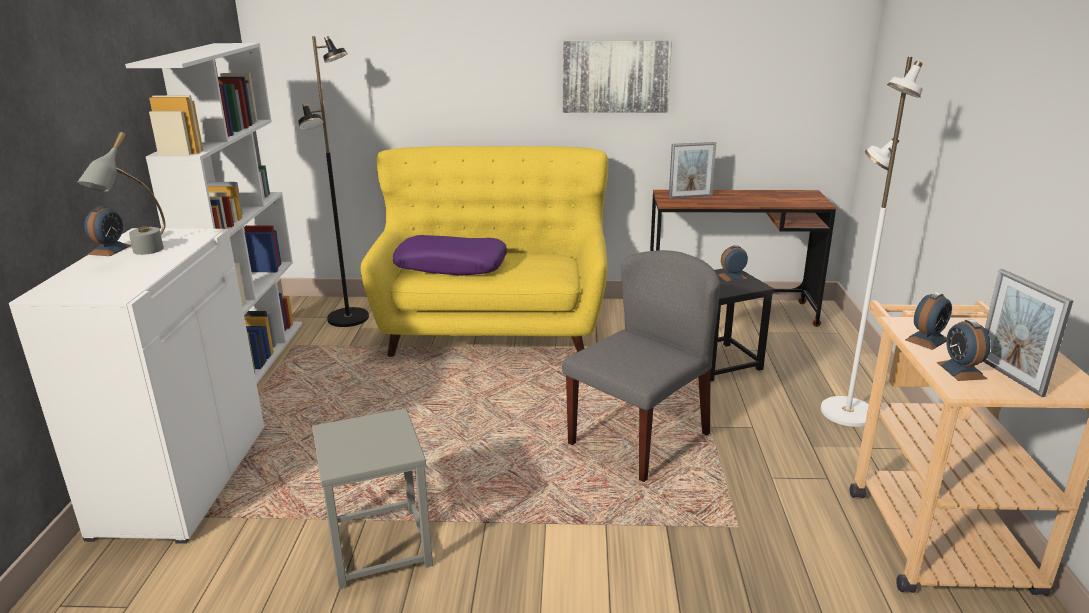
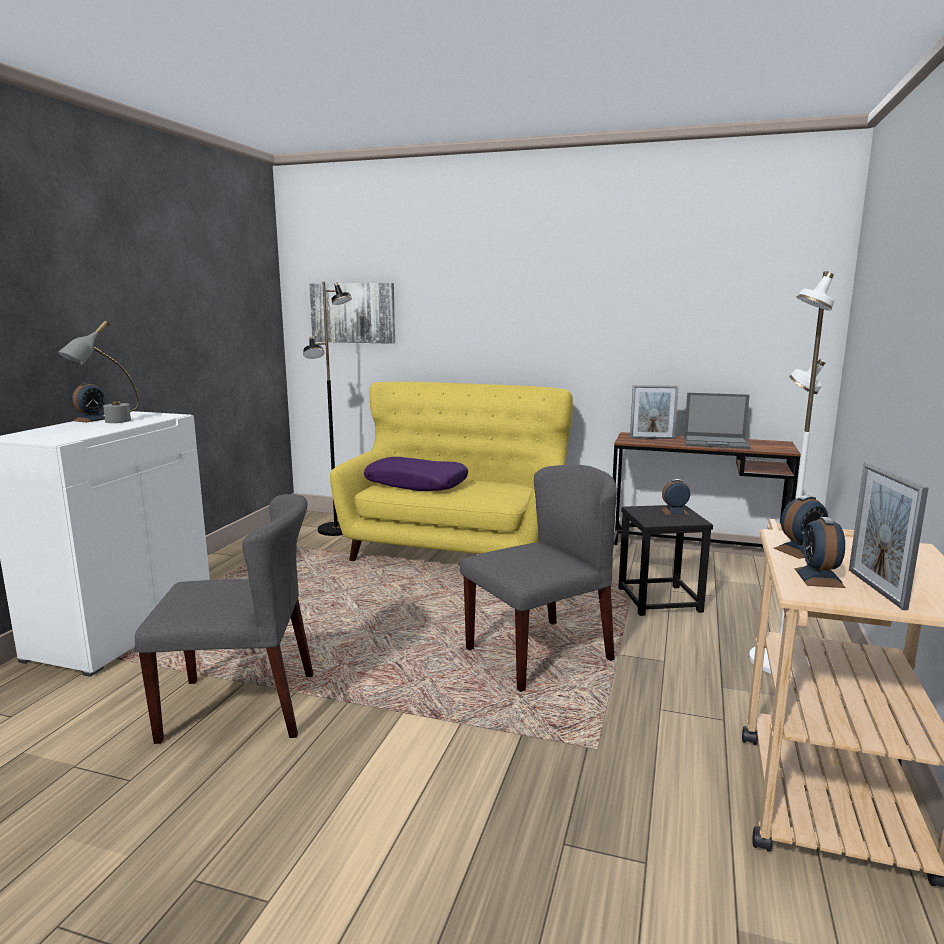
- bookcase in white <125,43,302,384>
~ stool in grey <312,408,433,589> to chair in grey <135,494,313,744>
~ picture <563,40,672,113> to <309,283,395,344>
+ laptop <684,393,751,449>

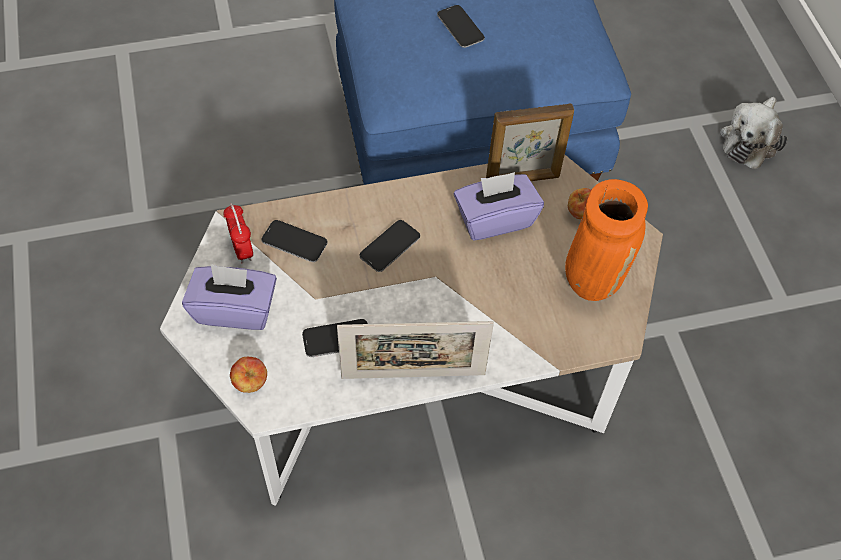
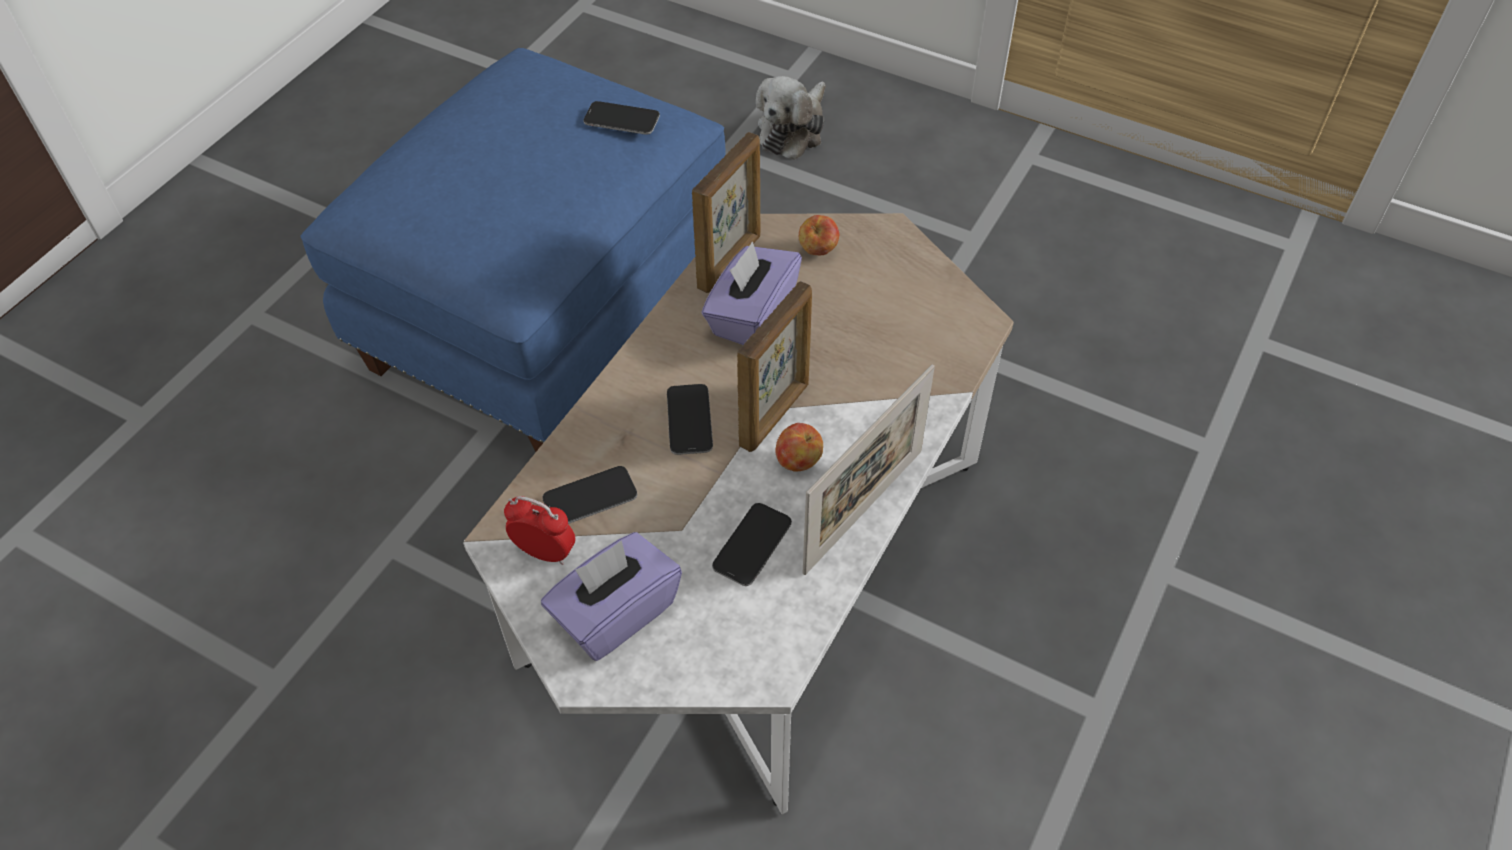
~ apple <230,357,267,393> to <775,423,823,472>
~ phone <437,5,485,48> to <583,101,660,135>
- vase in orange <565,179,648,301>
~ plush toy <720,97,788,169> = <756,76,826,160> 45 degrees clockwise
+ picture frame <737,281,812,452>

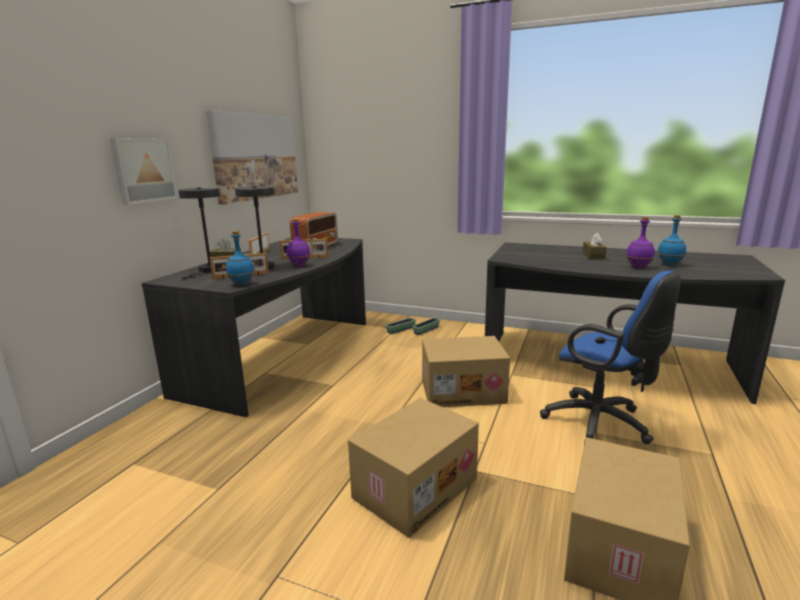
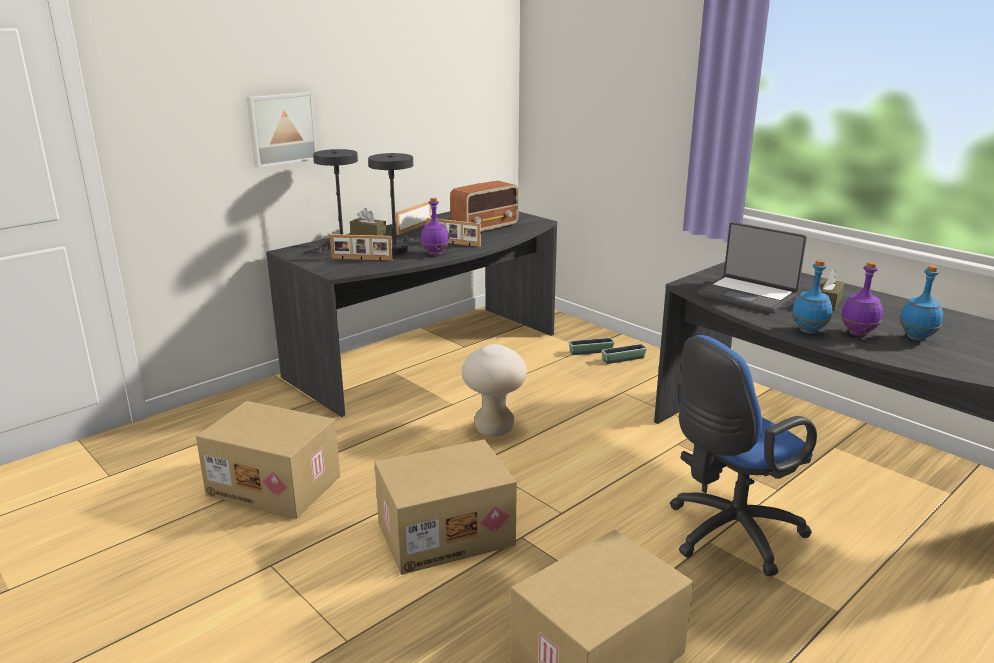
- picture <206,110,298,205>
~ bottle in blue <226,231,255,285> to <792,260,832,334>
~ cardboard box <422,336,510,407> to <196,401,340,519>
~ office chair in blue <540,271,681,445> = <670,335,817,576> 75 degrees clockwise
+ stool in beige <462,344,527,437>
+ laptop <698,222,807,313>

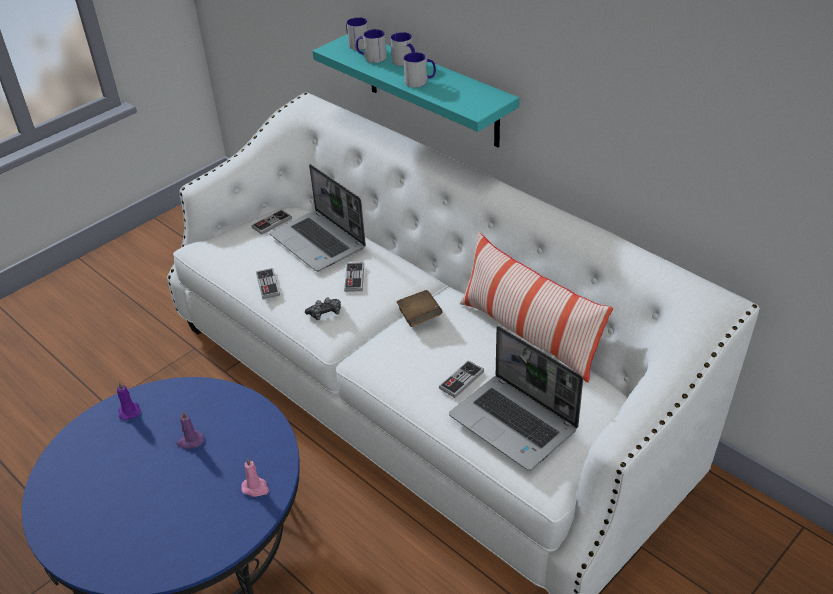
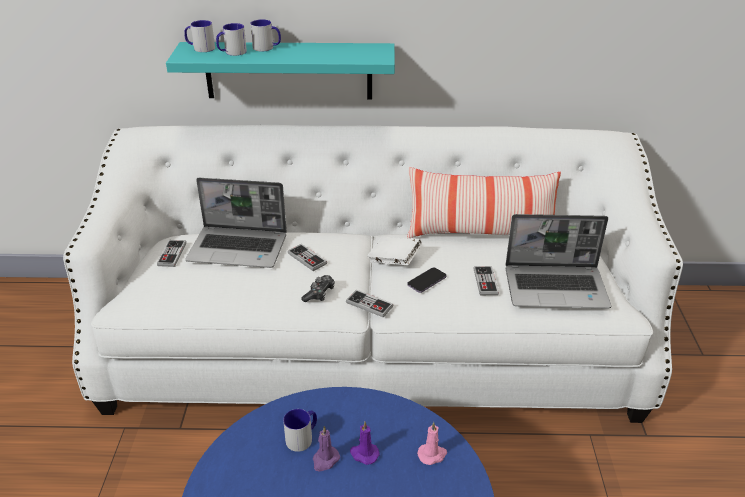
~ candle in purple <117,382,141,420> to <350,421,380,465>
~ game controller <256,268,280,299> to <346,290,393,317>
~ book in brown <397,290,442,327> to book in white <367,237,422,265>
~ mug <403,52,436,88> to <283,409,317,452>
+ phone <407,267,447,293>

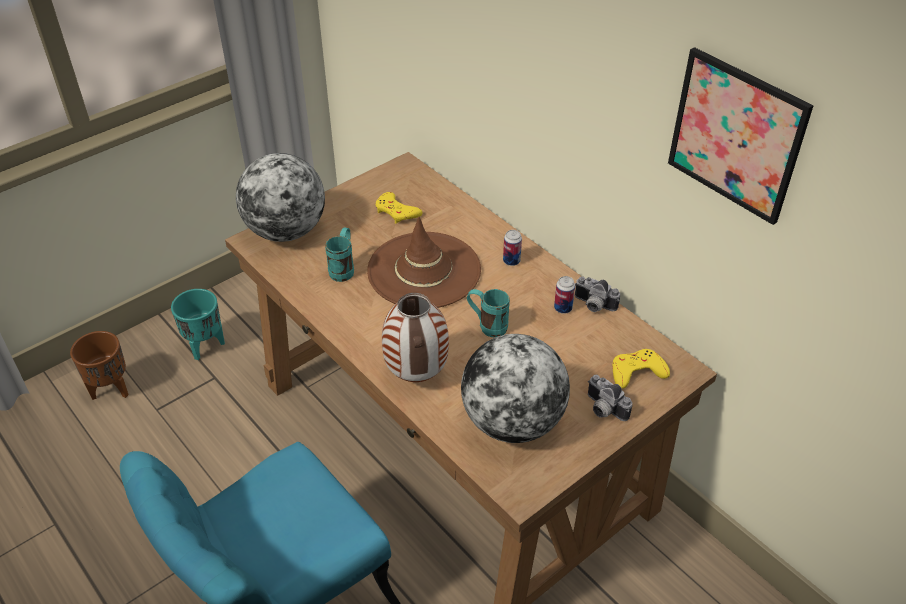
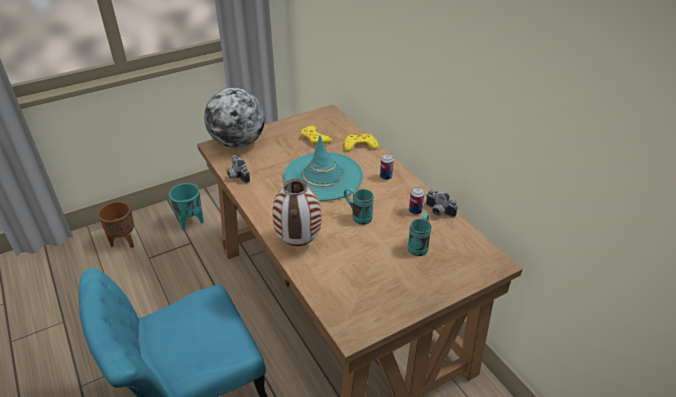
~ mug in turquoise <325,228,354,282> to <408,212,431,256>
~ hat in brown <367,217,481,308> to hat in turquoise <283,135,363,201>
- globe <461,334,570,443>
~ photo camera <588,375,632,421> to <227,155,250,183>
~ game controller in yellow <613,349,670,389> to <344,134,378,152>
- picture <668,47,814,225>

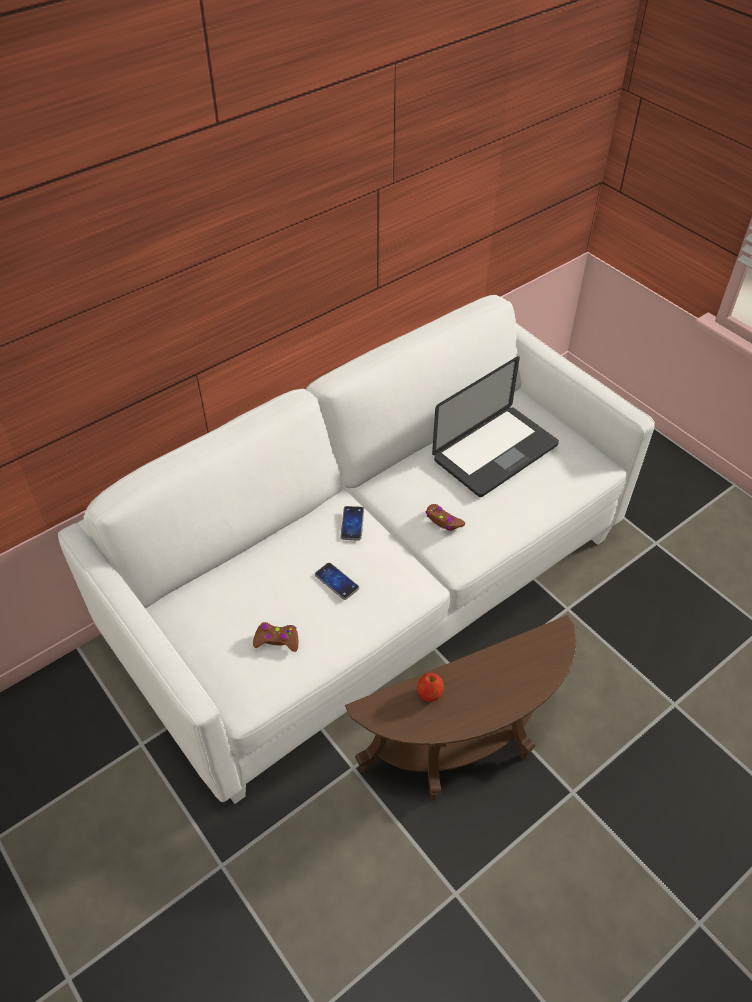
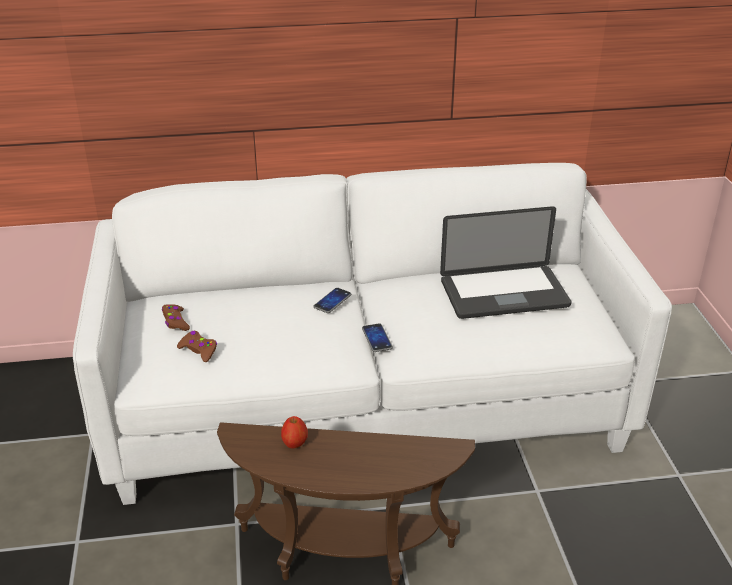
~ phone <315,563,359,600> to <362,323,393,352>
~ game controller in brown <426,504,465,531> to <162,304,190,331>

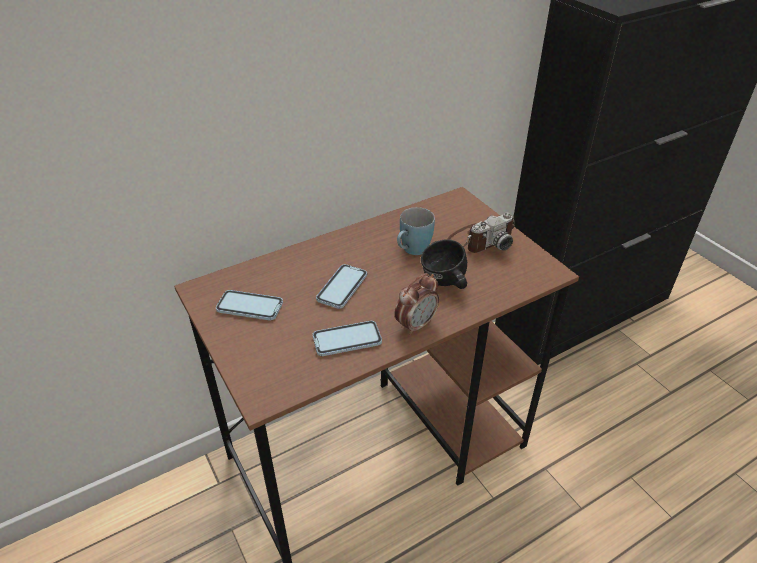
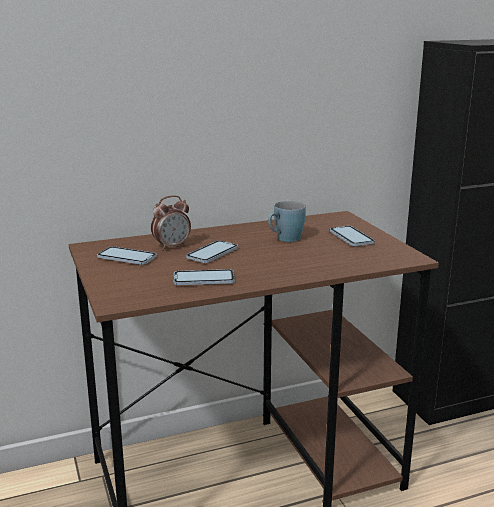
~ alarm clock <394,273,439,336> to <151,195,191,251>
- mug in black <421,239,467,289>
~ photo camera <448,213,515,253> to phone <330,226,375,246>

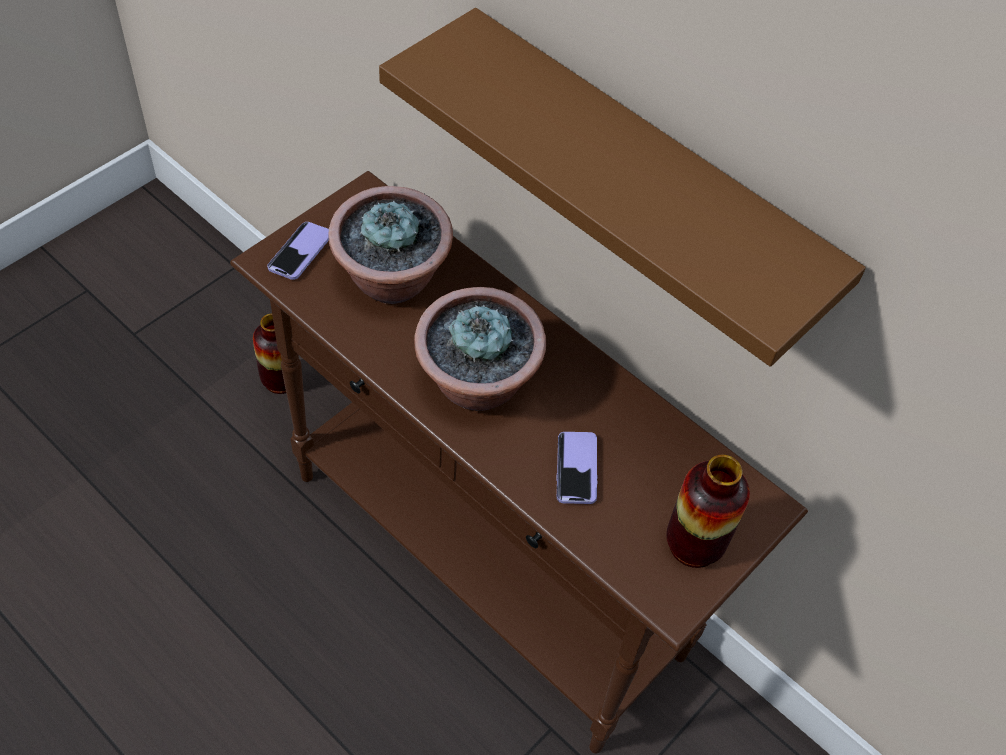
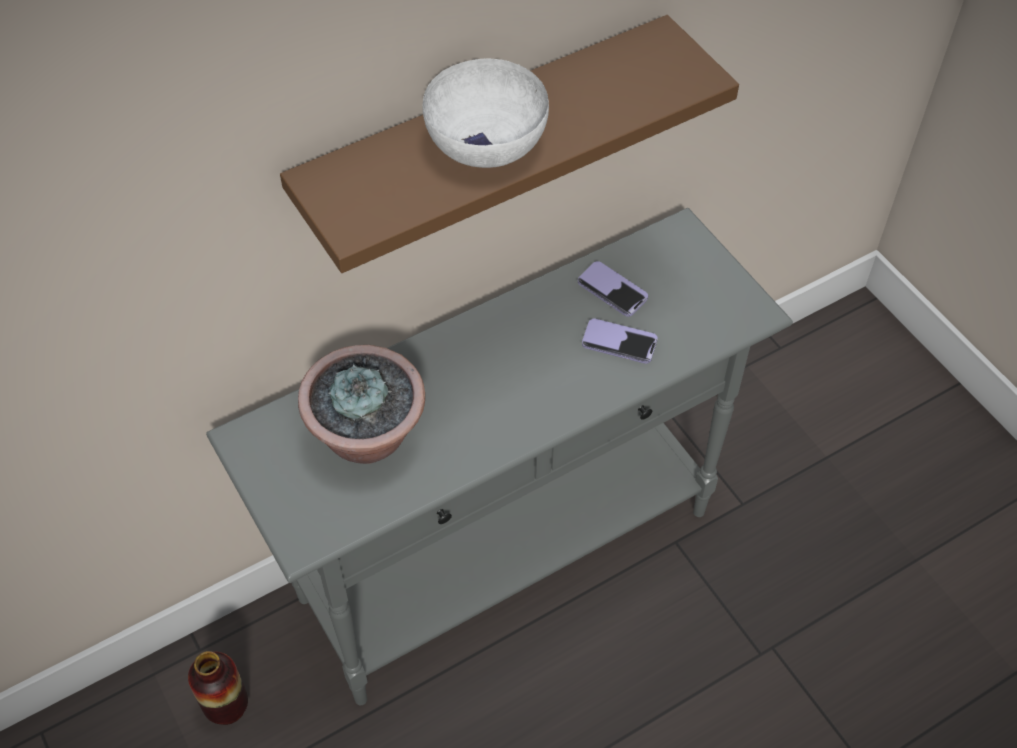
~ console table in brown <230,171,808,753> to console table in grey <206,208,793,705>
~ phone <267,222,329,280> to <578,261,648,317>
- potted plant <414,287,547,411>
- vase <666,455,750,568>
+ bowl in white <422,58,549,168>

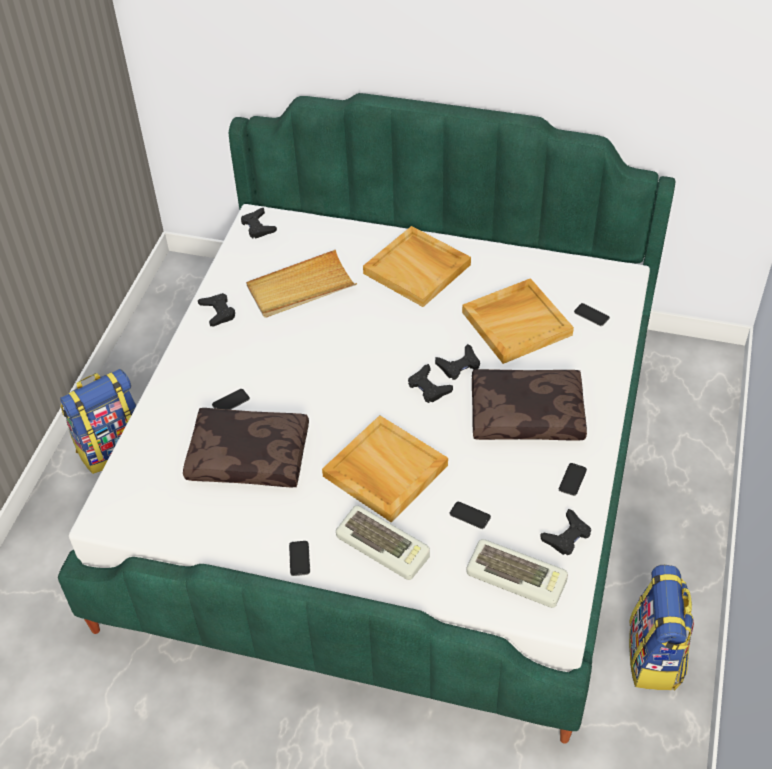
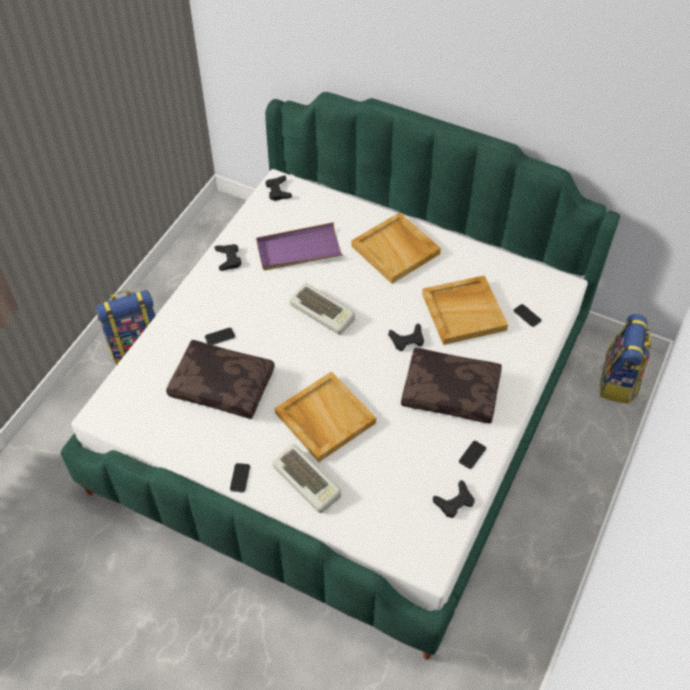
~ tray in beige <246,250,357,318> to tray in purple <256,222,343,270>
- game controller in black <408,364,453,403>
- phone <449,502,491,529>
~ keyboard <466,539,568,608> to <289,283,355,335>
~ backpack <629,565,694,691> to <600,314,651,404>

